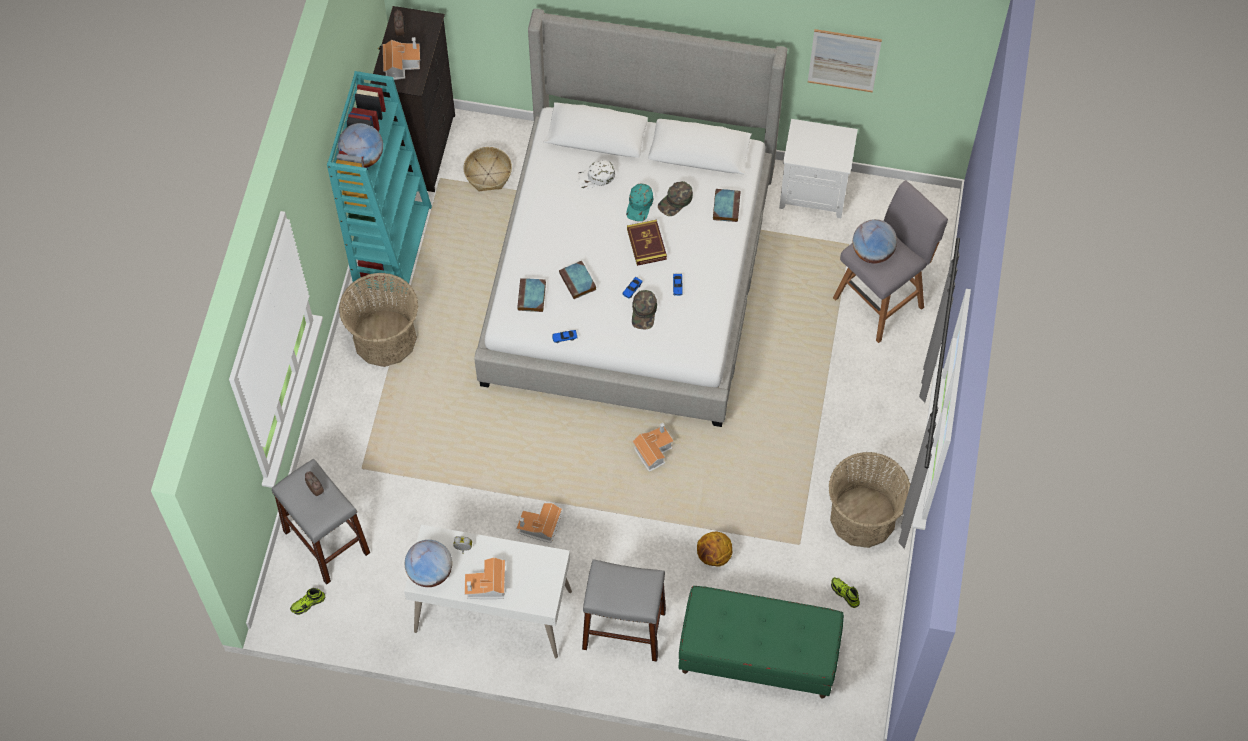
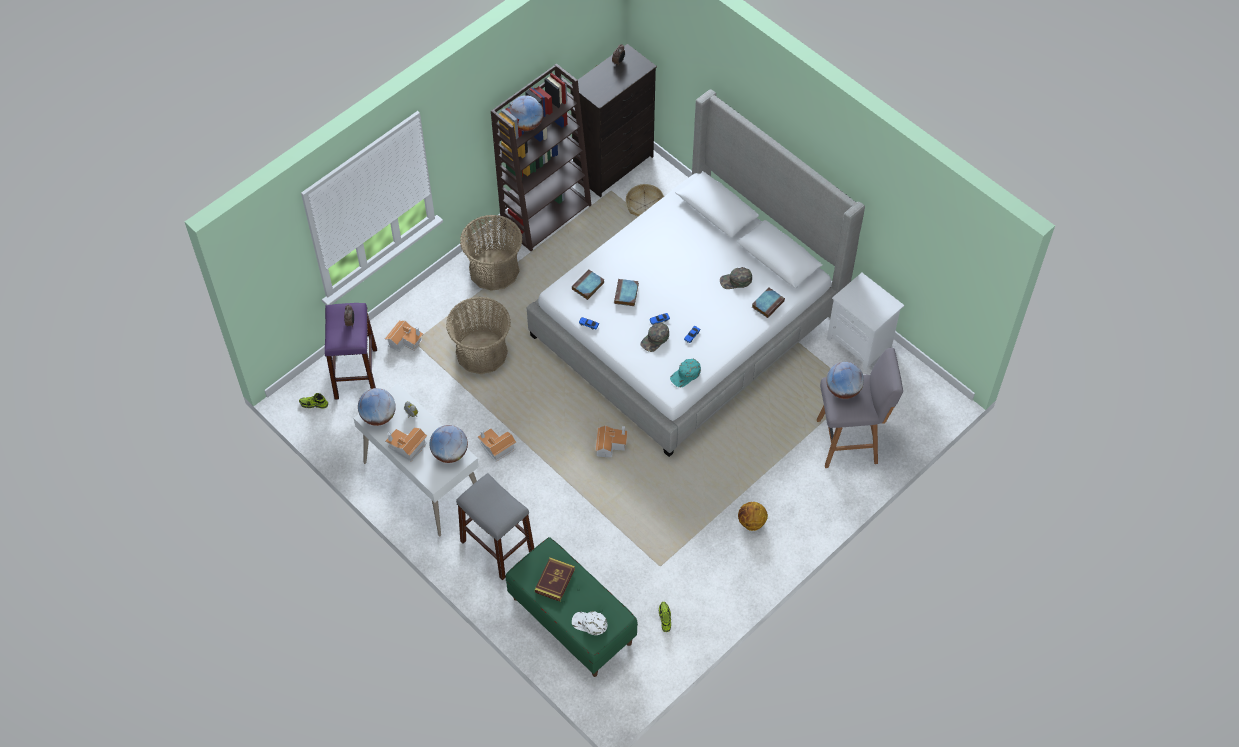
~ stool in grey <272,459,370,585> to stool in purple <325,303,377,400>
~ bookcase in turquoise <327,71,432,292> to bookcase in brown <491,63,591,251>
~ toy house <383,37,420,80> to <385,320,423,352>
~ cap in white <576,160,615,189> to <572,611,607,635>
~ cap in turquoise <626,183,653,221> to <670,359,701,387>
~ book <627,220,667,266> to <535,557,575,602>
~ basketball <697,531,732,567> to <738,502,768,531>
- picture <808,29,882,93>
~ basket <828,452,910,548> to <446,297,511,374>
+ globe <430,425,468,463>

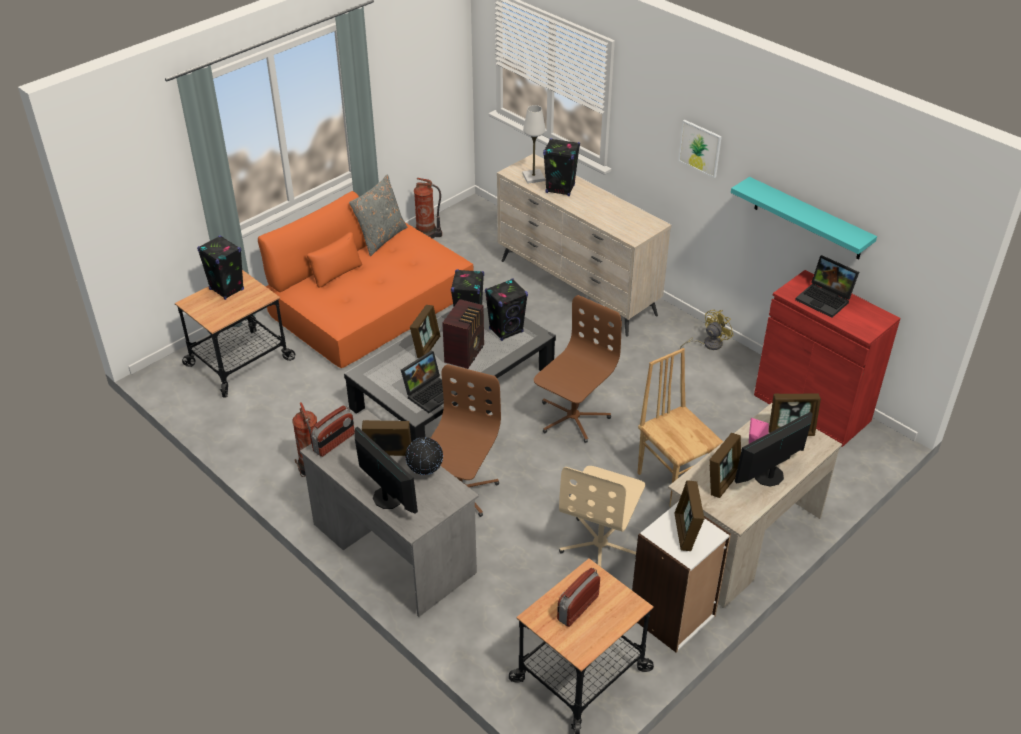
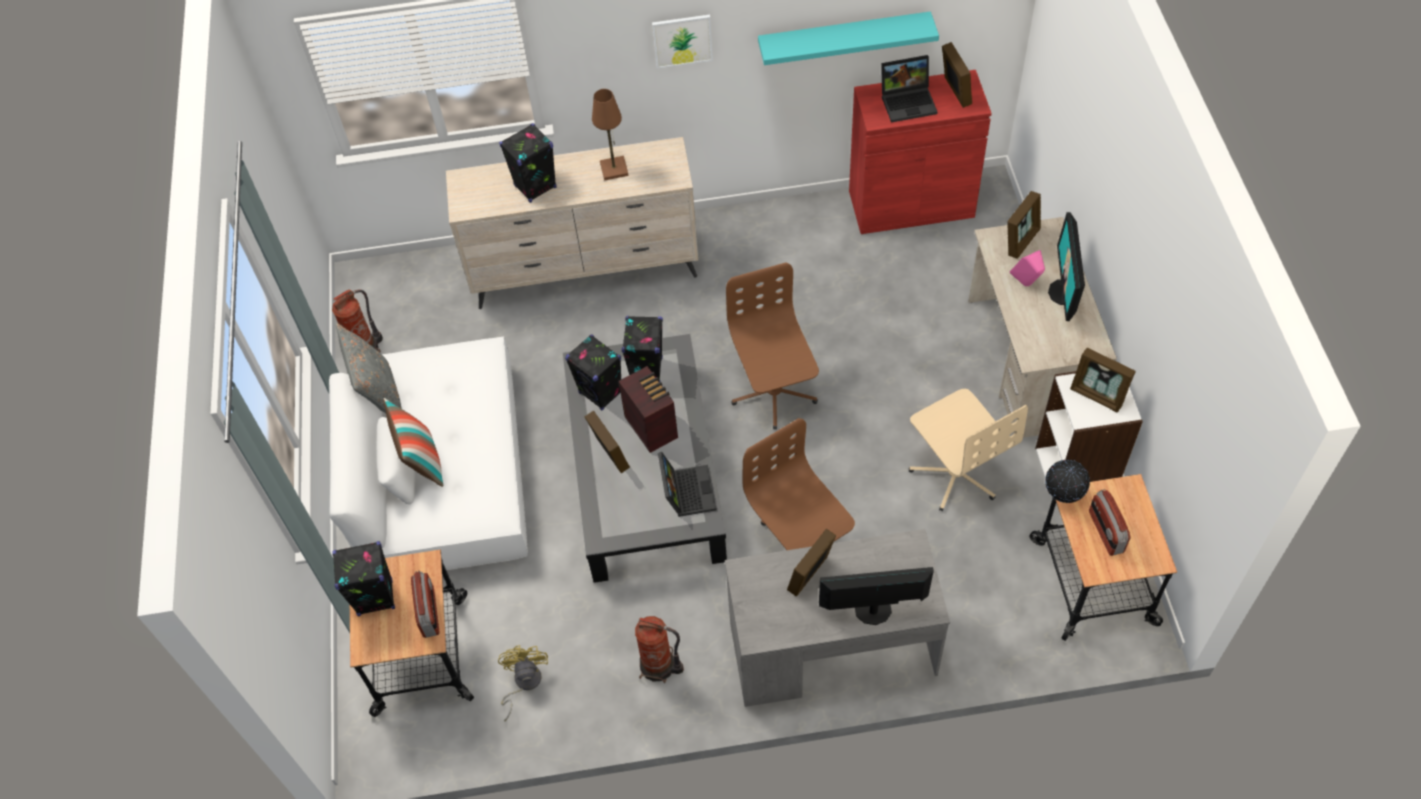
~ sofa in orange <258,191,474,368> to sofa in white <329,337,528,570>
~ radio <310,405,355,457> to <411,570,440,638>
~ globe <405,437,443,475> to <1045,460,1090,503>
- table lamp in white <522,105,546,184>
- chair in brown <638,348,723,507>
~ fan in yellow <680,310,734,350> to <498,645,548,721>
~ picture frame <709,433,741,498> to <942,42,972,108>
+ pillow <383,398,443,487>
+ table lamp in brown <592,89,628,180>

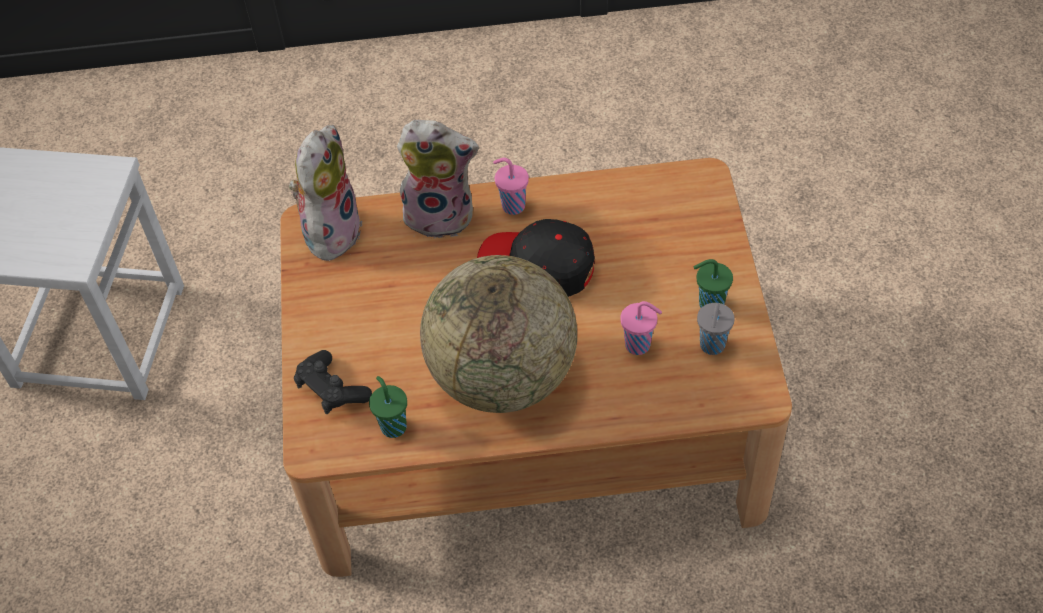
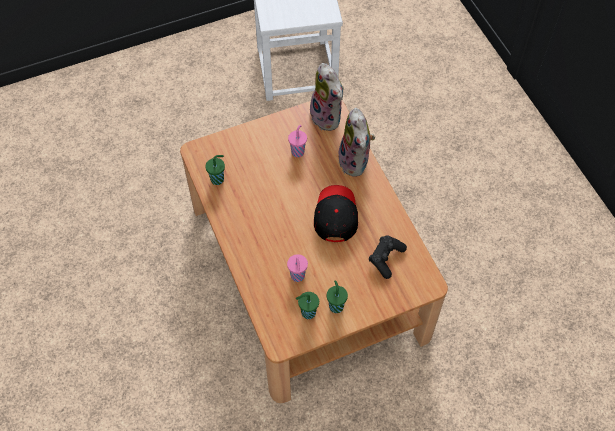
~ plush toy <289,125,362,261> = <310,63,344,131> 60 degrees clockwise
~ game controller in black <294,350,372,414> to <369,235,407,279>
- globe <420,255,577,413>
~ cup in pink <493,158,529,215> to <288,125,307,157>
~ cup in grey <697,303,735,355> to cup in green <296,292,319,319>

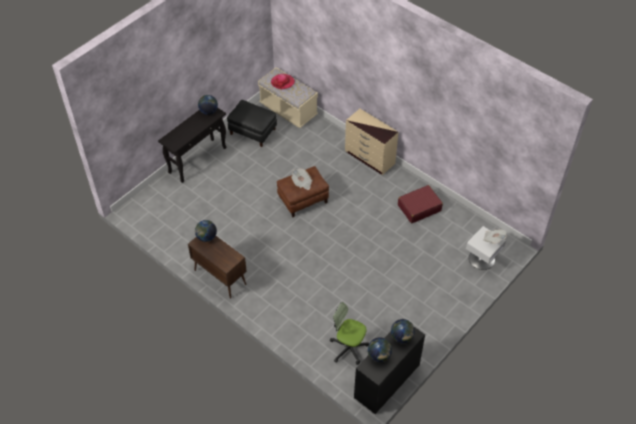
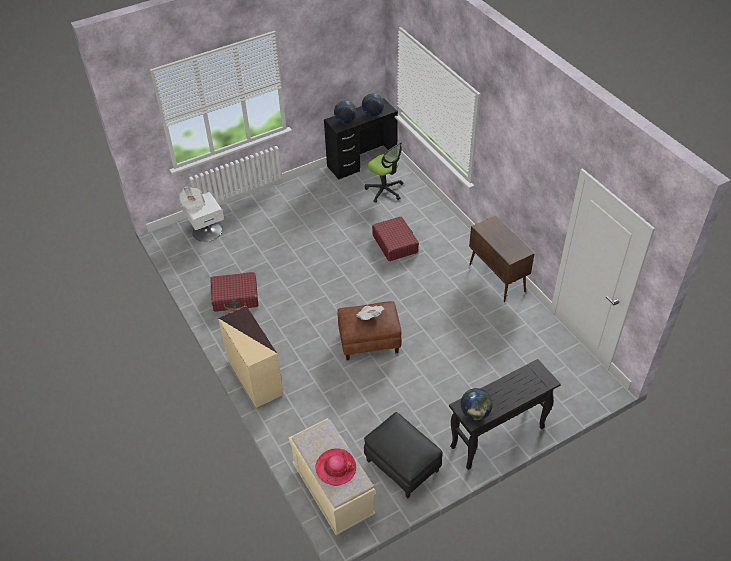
- globe <195,220,217,242>
+ suitcase in red <372,216,419,261>

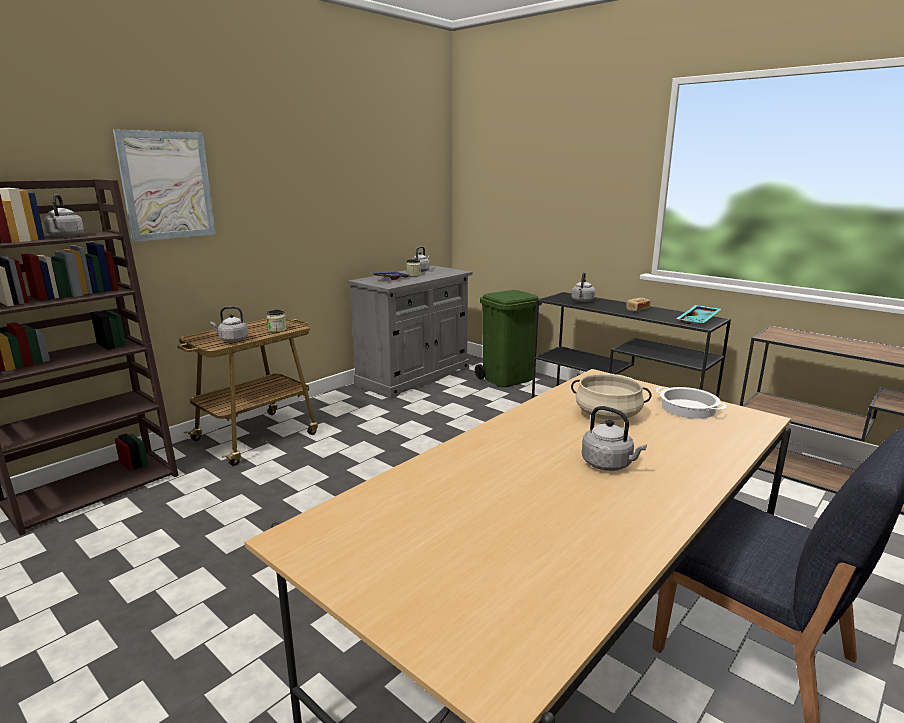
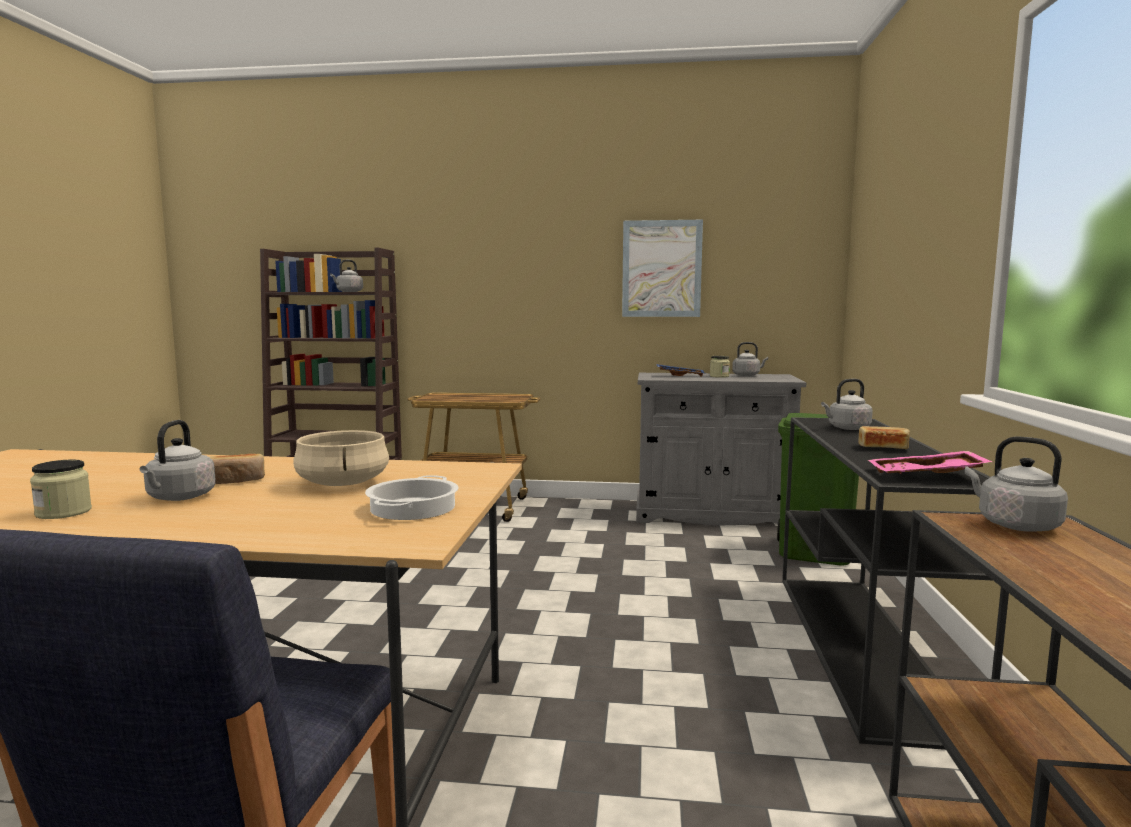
~ picture <113,129,216,242> to <622,220,703,317>
~ kettle in grey <210,306,248,342> to <965,437,1068,532>
~ jar <267,310,287,332> to <30,460,92,519>
~ tray in turquoise <676,305,721,324> to tray in pink <868,451,992,474>
+ bread <209,454,265,484>

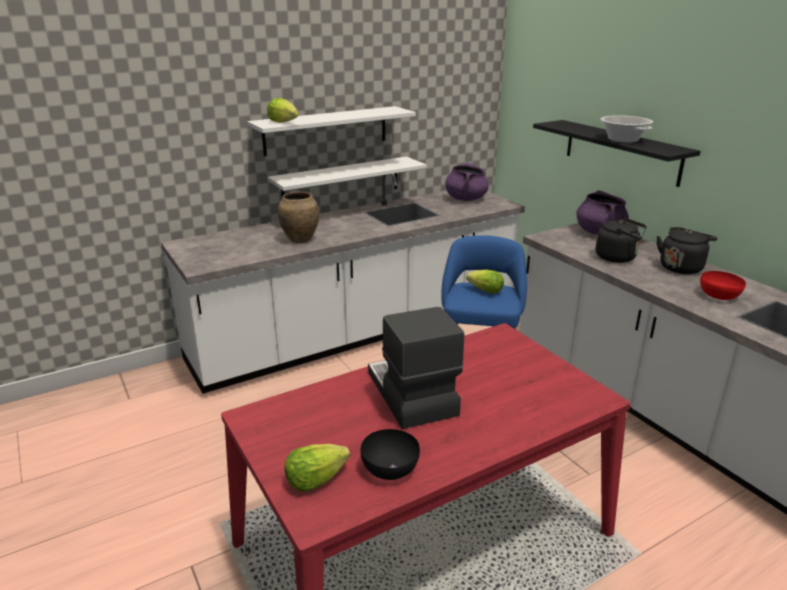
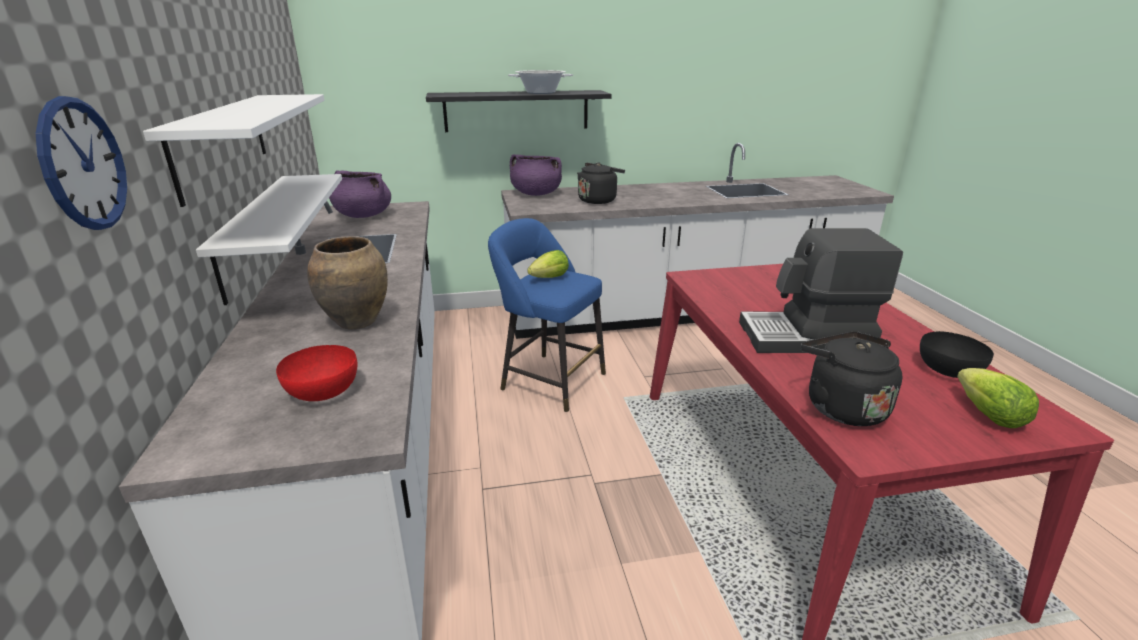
- lettuce <267,98,299,123>
~ kettle in black <657,227,718,274> to <801,331,902,426>
~ bowl in red <700,271,746,300> to <276,345,357,401>
+ wall clock <36,96,127,230>

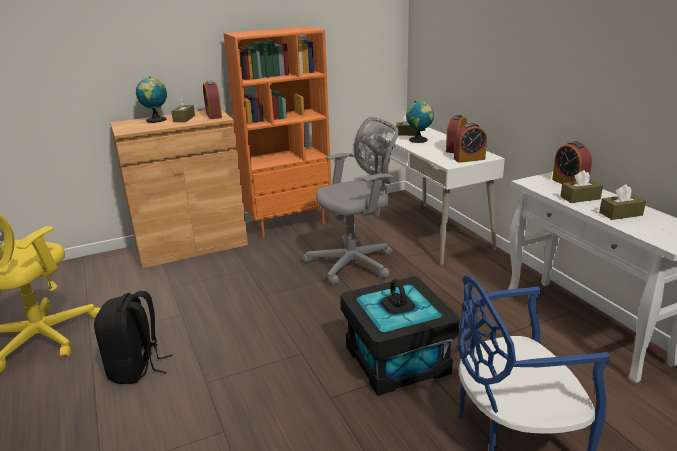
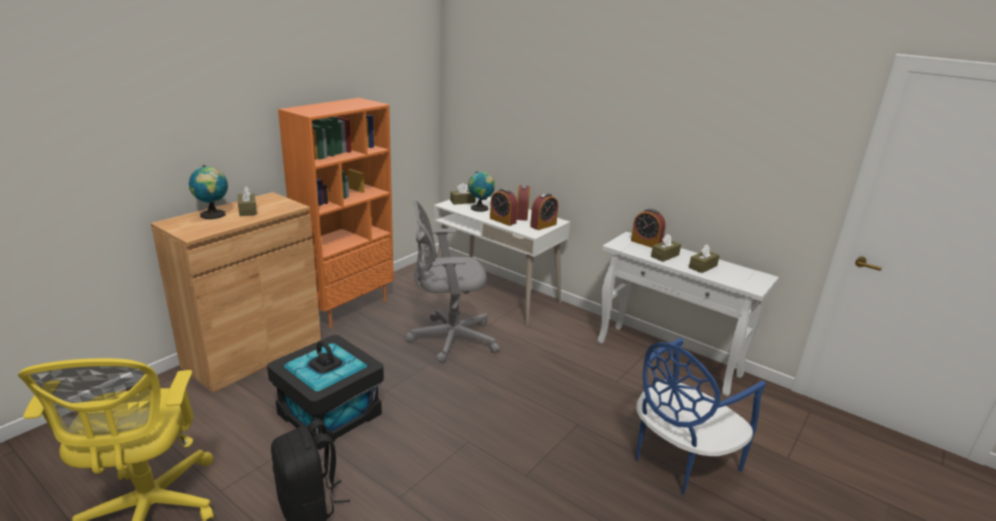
~ alarm clock <203,81,222,119> to <490,189,518,226>
~ office chair in grey <302,117,399,285> = <406,200,500,363> 135 degrees counterclockwise
~ storage box in black <341,277,460,396> to <267,335,384,450>

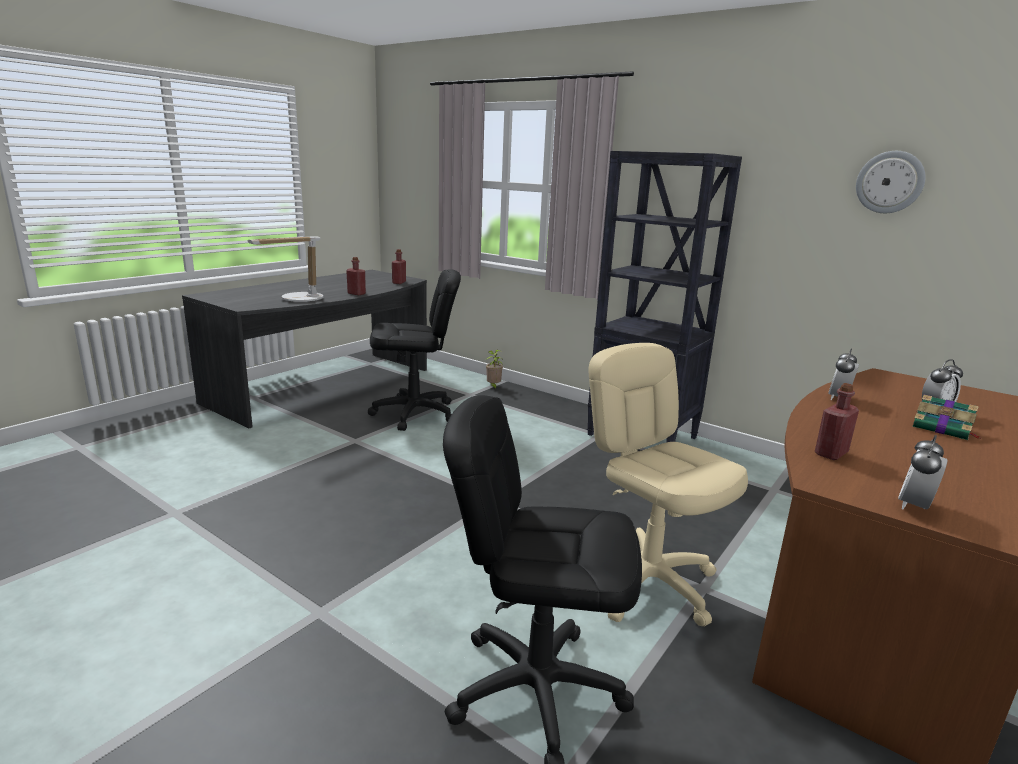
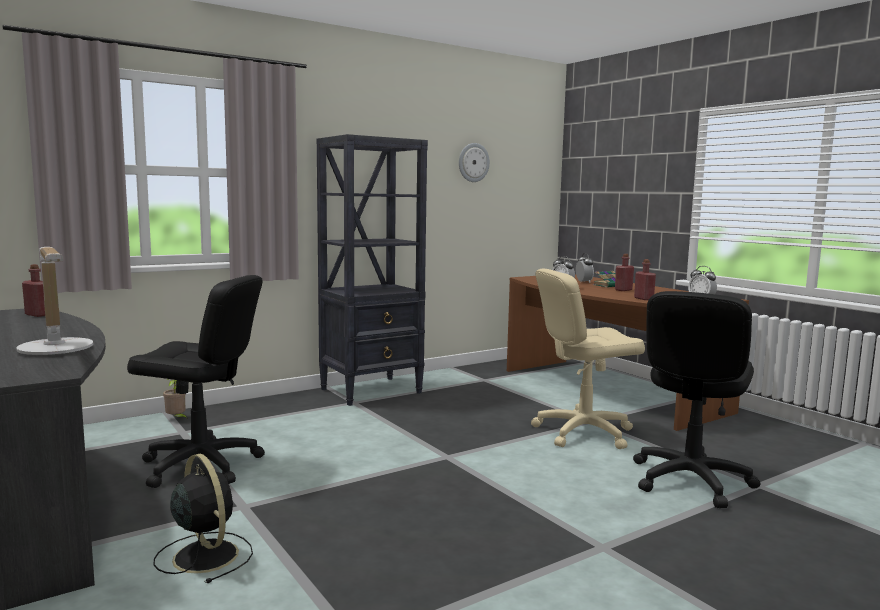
~ bottle in red <346,257,366,295> to <615,254,634,291>
~ office chair in black <368,269,461,431> = <127,275,265,488> 90 degrees clockwise
+ fan in black <154,454,253,583>

